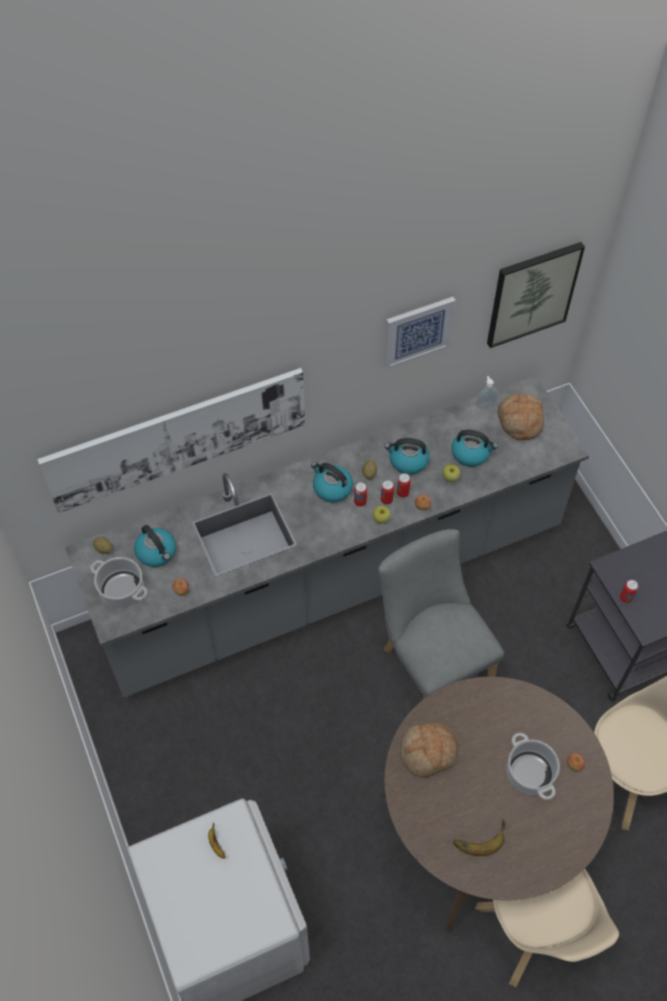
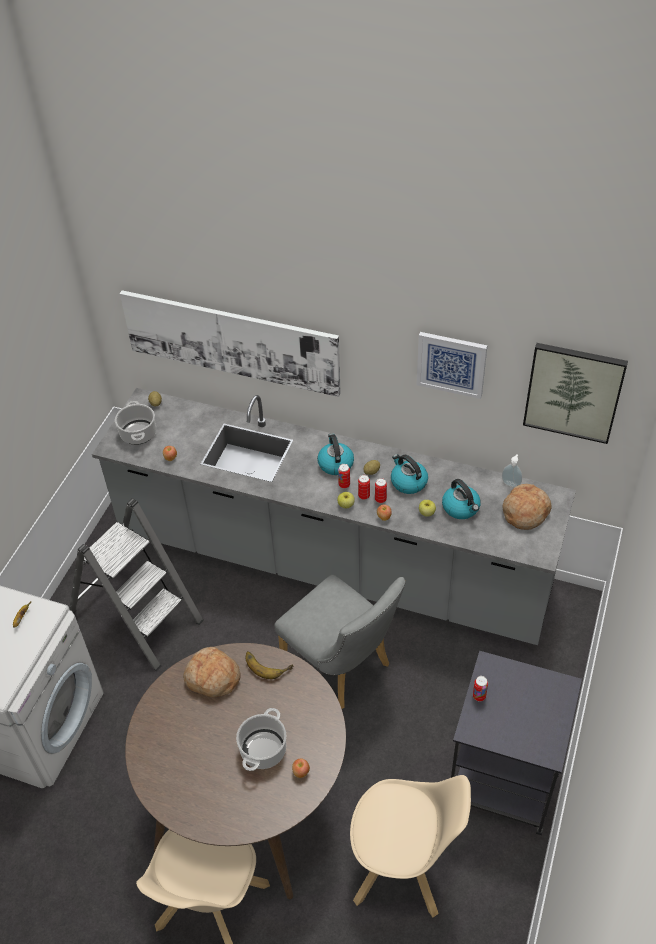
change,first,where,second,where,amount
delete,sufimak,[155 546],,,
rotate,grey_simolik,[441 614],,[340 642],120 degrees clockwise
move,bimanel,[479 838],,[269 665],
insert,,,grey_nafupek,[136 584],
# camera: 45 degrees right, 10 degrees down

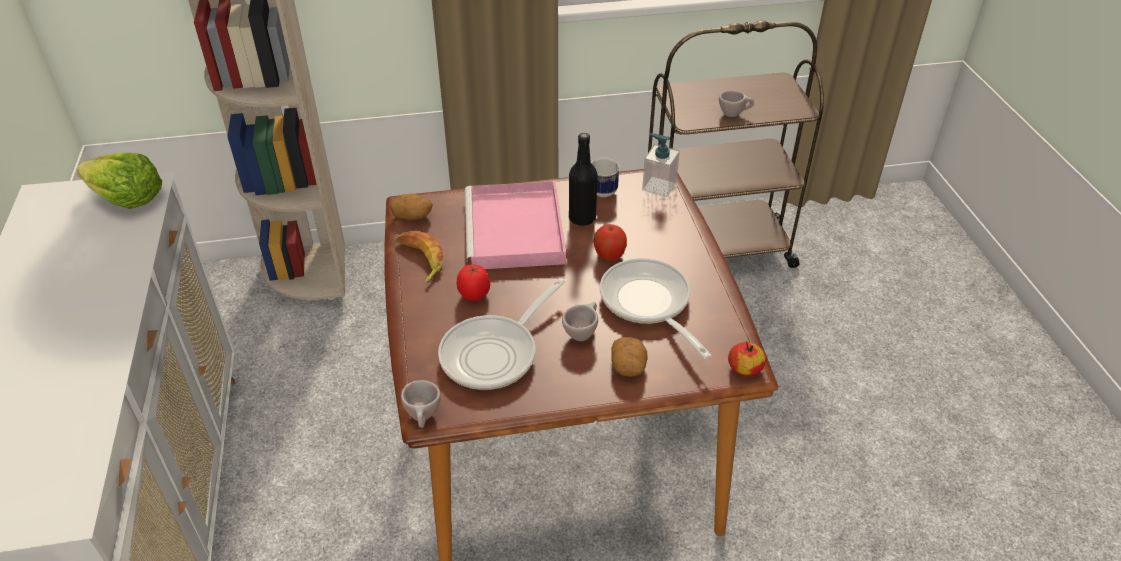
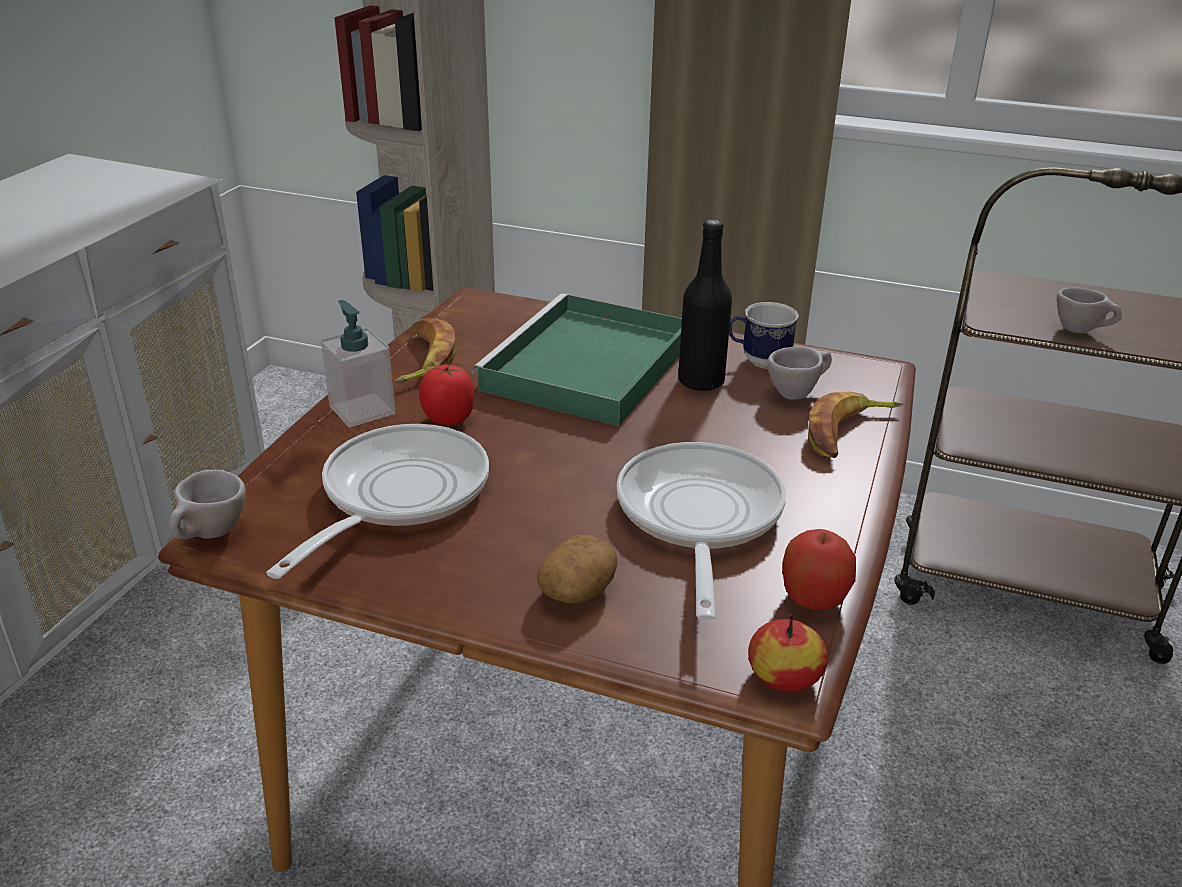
change,first,where,second,where,amount
move,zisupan,[661 165],,[358 363],
delete,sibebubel,[119 181],,,
recolor,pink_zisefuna,[515 225],green_zisefuna,[577 359],
delete,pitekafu,[411 207],,,
move,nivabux,[610 242],,[819 569],
rotate,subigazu,[501 334],,[377 501],135 degrees clockwise
move,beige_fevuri,[580 321],,[799 373],
insert,,,bimanel,[855 425],
# camera: 30 degrees right, 10 degrees down

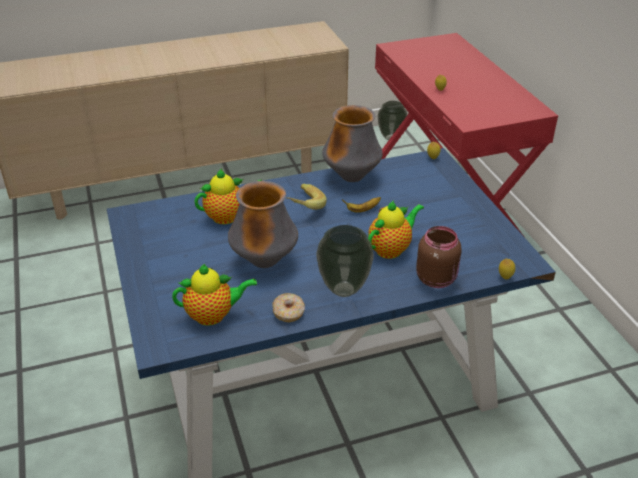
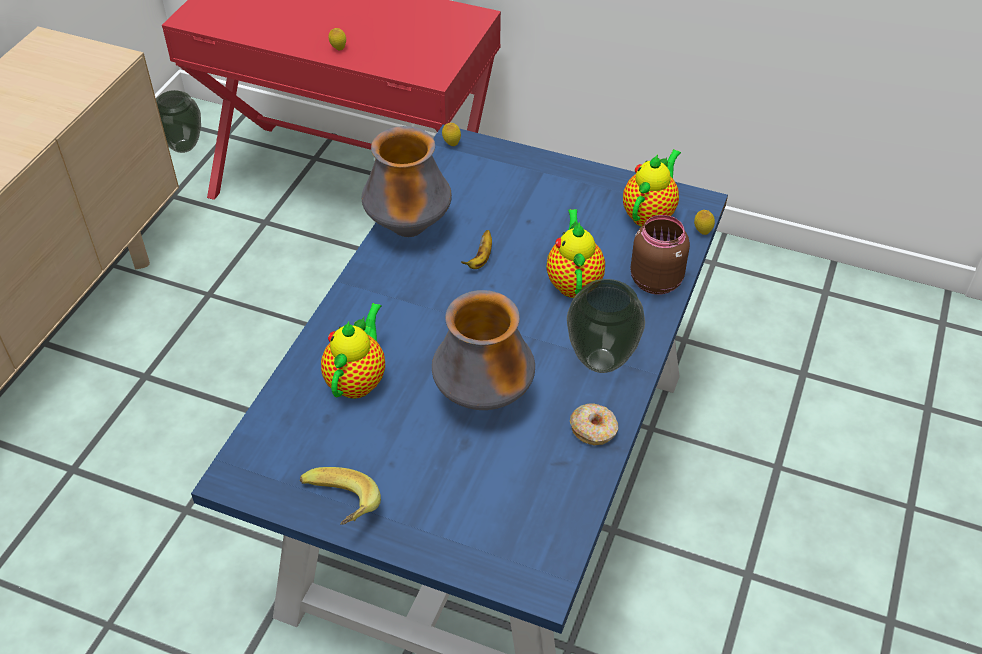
change,first,where,second,where,amount
move,bimanel,[306 197],,[340 496],
move,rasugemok,[214 294],,[652 188],
# camera: 50 degrees left, 10 degrees up

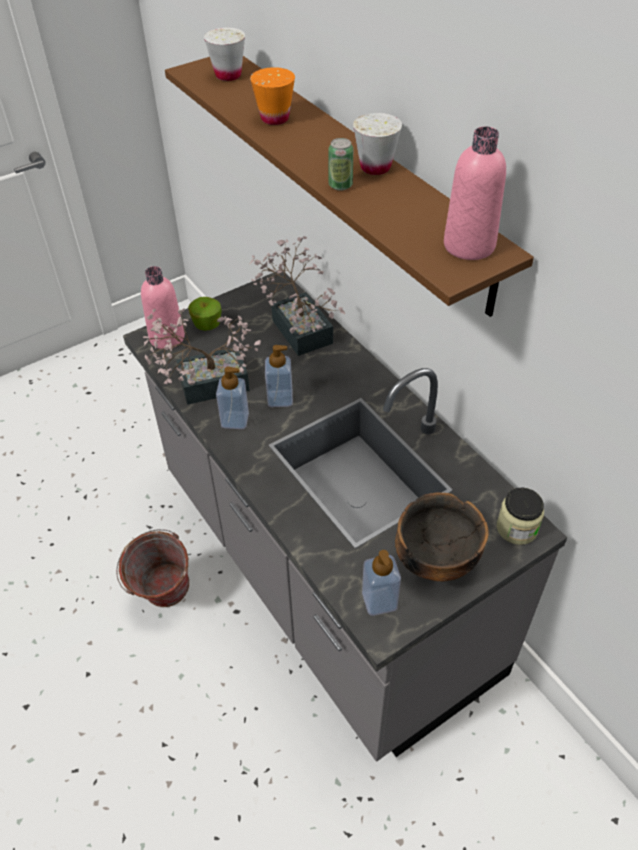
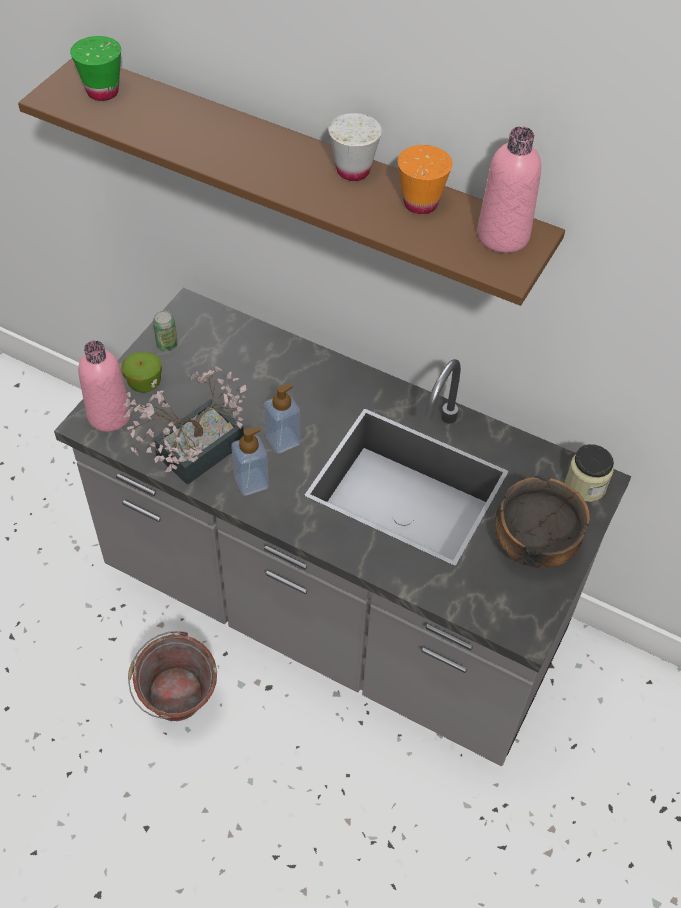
change,first,where,second,where,amount
recolor,white_fevuri,[224 54],green_fevuri,[95 68],
move,orange_fevuri,[272 96],,[425 179],
move,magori,[340 164],,[165 331],
delete,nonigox,[297 296],,,
delete,zisupan,[381 583],,,
# camera: 30 degrees left, 5 degrees up

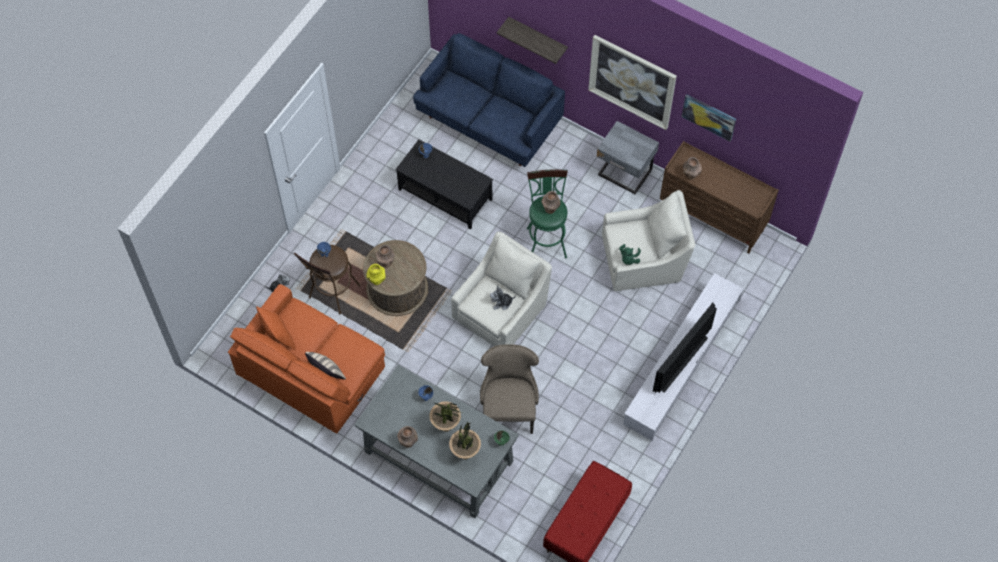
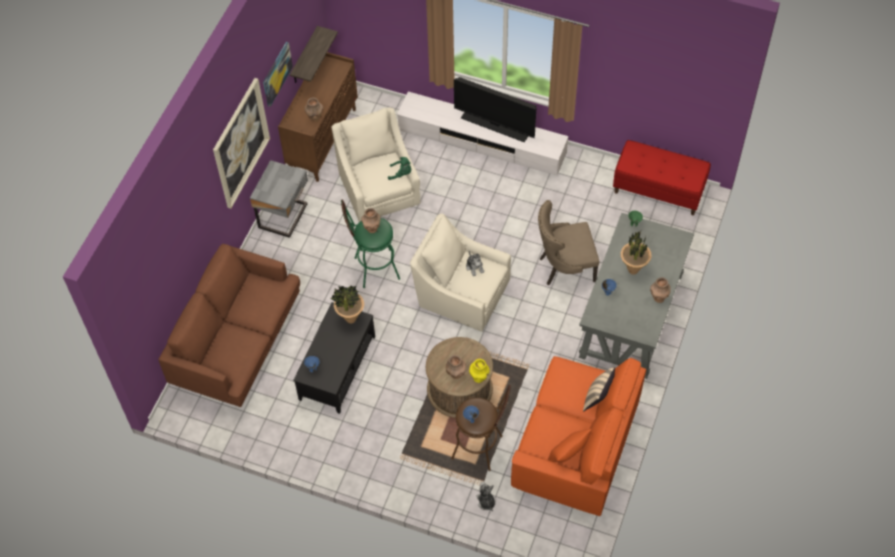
change,first,where,second,where,amount
move,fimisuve,[532 40],,[314 54],
recolor,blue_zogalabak,[489 100],brown_zogalabak,[229 325],
move,nonigox,[465 440],,[347 305],
# camera: 100 degrees left, 5 degrees down

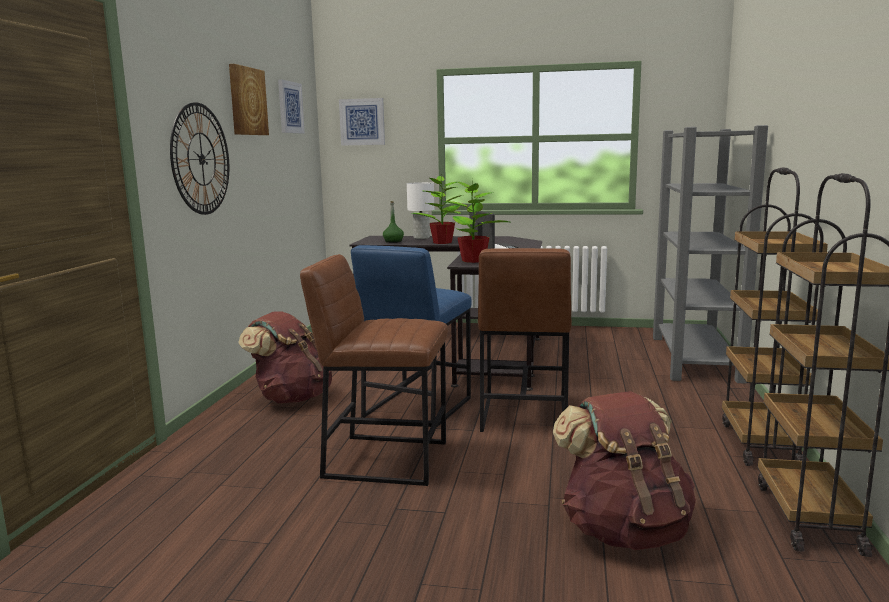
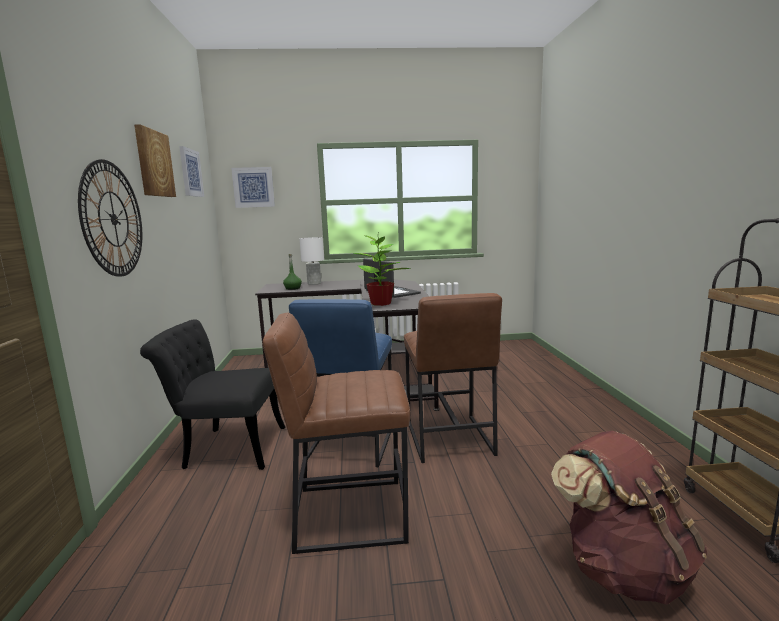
change,first,where,second,where,amount
delete,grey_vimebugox,[710 254],,,
delete,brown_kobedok,[775 316],,,
delete,nonigox,[437 209],,,
replace,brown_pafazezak,[285 357],black_simolik,[212 394],
# camera: 15 degrees left, 0 degrees up

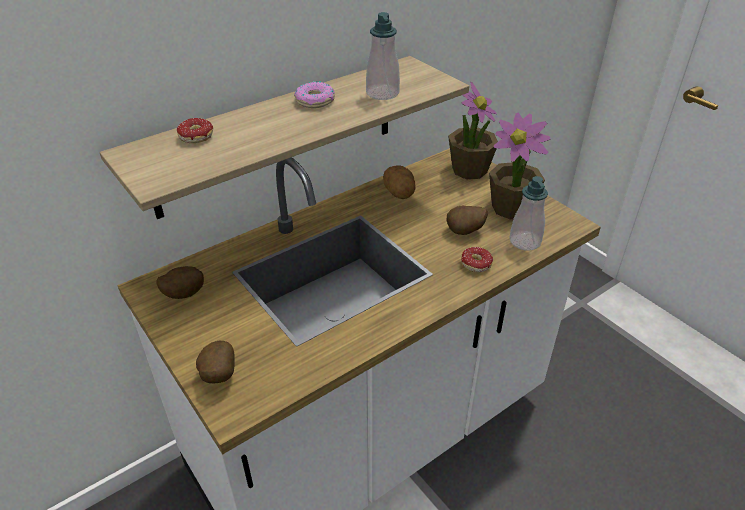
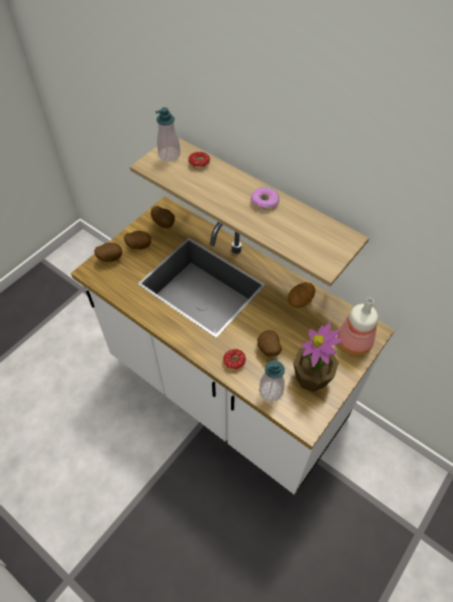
change,first,where,second,where,amount
move,zisupan,[383 56],,[168 134],
replace,nonigox,[473 130],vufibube,[357 326],
insert,,,pitekafu,[137 240],
# camera: 75 degrees right, 15 degrees up

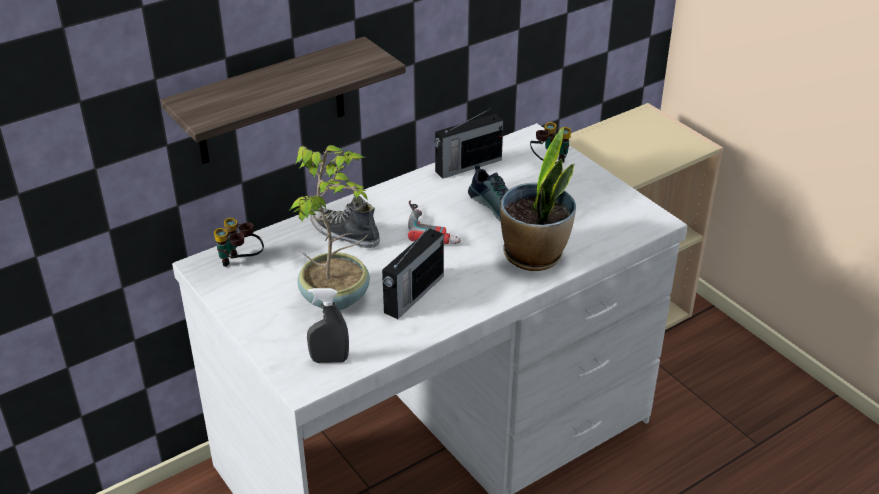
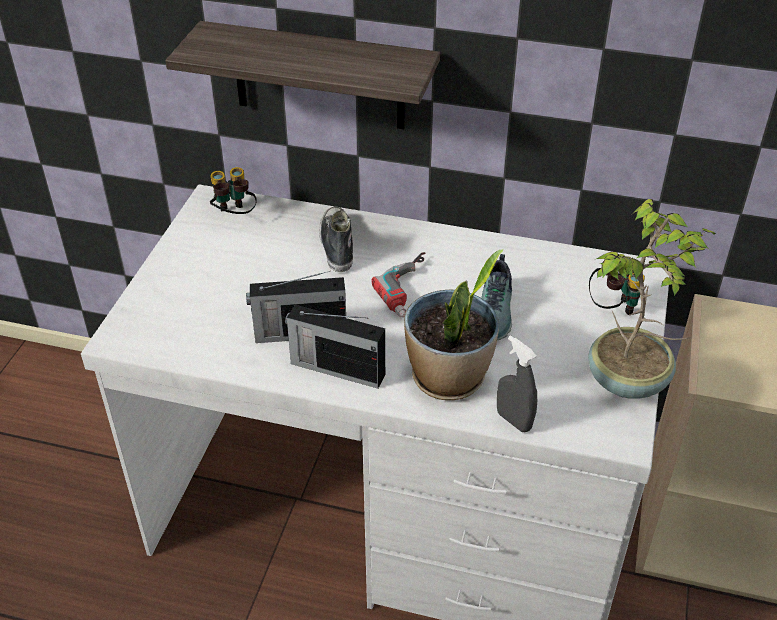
change,first,where,second,where,amount
move,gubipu,[468 143],,[335 347],
move,nonigox,[330 227],,[652 298],
move,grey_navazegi,[328 325],,[517 383],
# camera: 50 degrees right, 5 degrees up

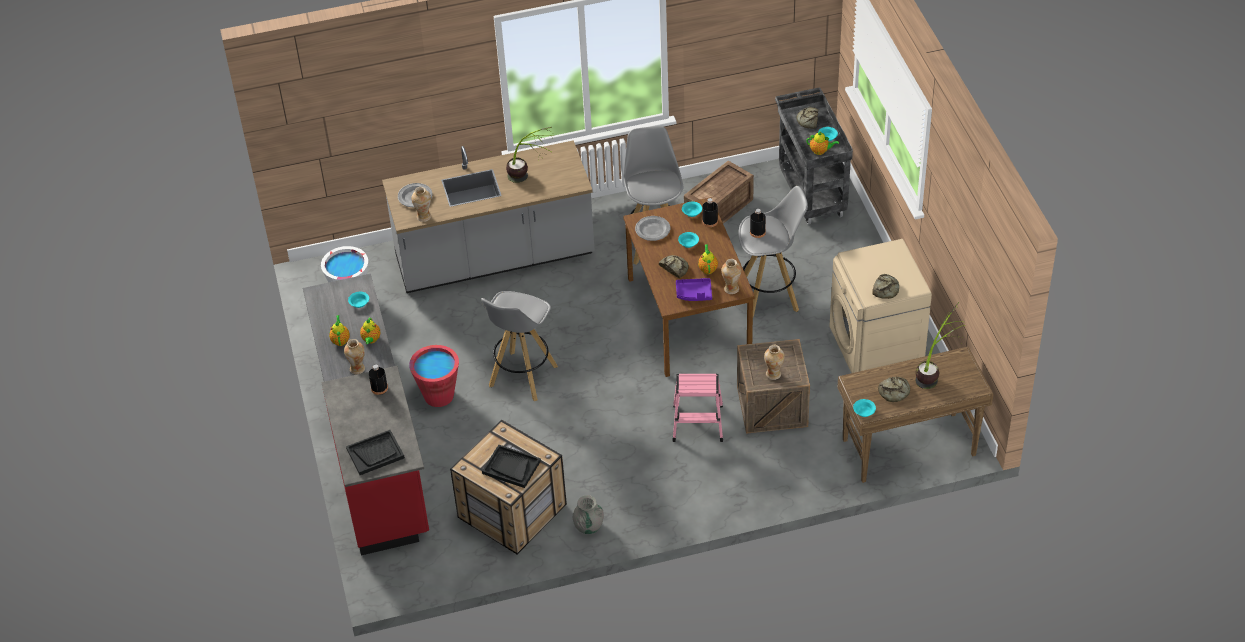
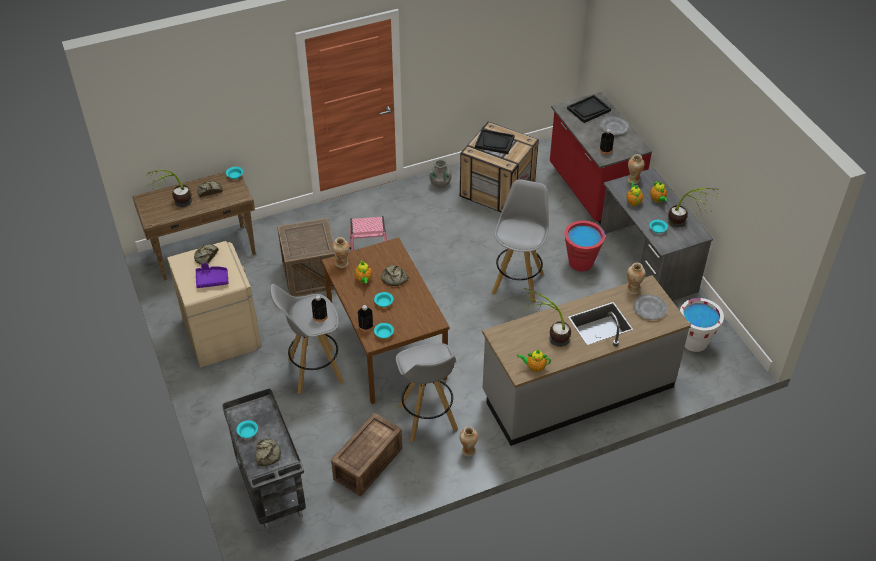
change,first,where,second,where,amount
move,rasugemok,[822 143],,[534 361],
move,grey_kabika,[652 228],,[614 125],
move,purple_zisefuna,[694 289],,[212 275],
move,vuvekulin,[774 362],,[469 441],
insert,,,nonigox,[693 208],
# camera: 170 degrees right, 0 degrees up

